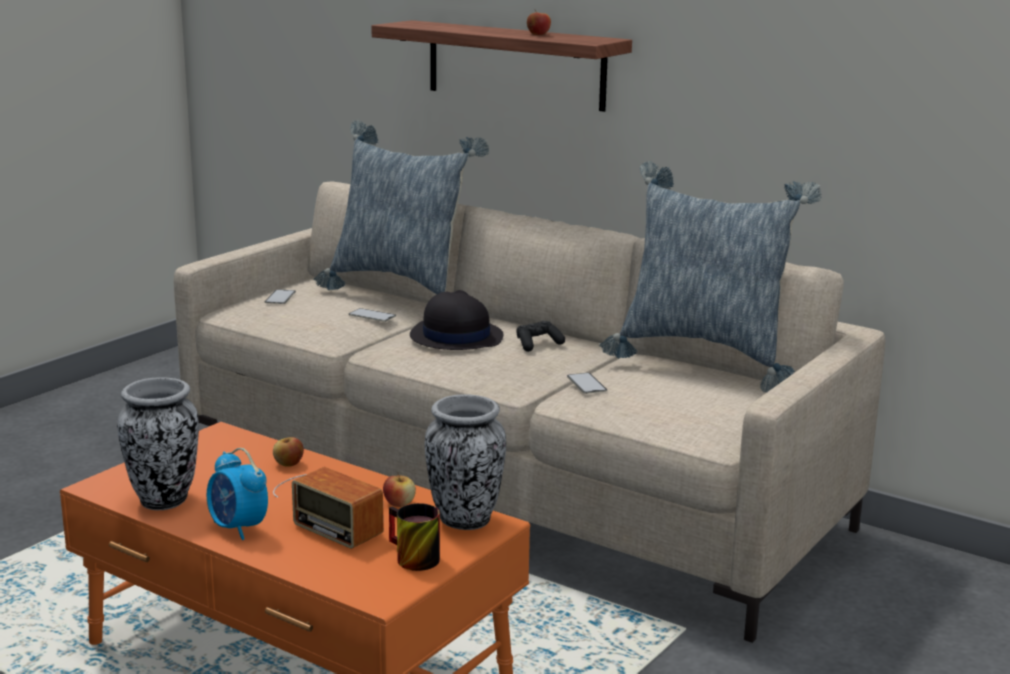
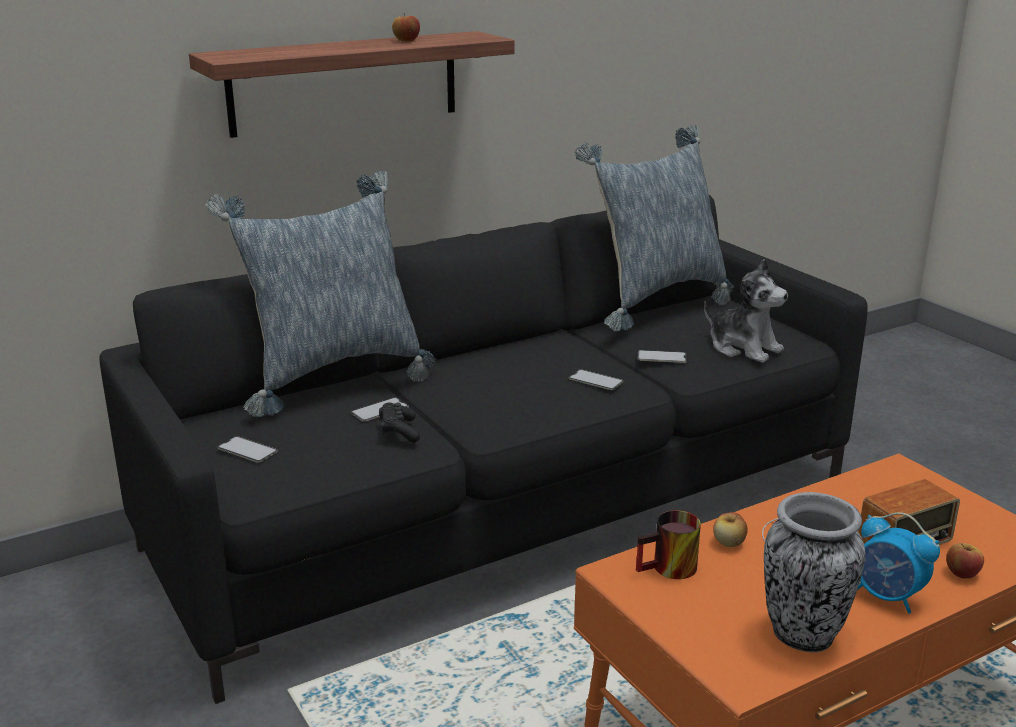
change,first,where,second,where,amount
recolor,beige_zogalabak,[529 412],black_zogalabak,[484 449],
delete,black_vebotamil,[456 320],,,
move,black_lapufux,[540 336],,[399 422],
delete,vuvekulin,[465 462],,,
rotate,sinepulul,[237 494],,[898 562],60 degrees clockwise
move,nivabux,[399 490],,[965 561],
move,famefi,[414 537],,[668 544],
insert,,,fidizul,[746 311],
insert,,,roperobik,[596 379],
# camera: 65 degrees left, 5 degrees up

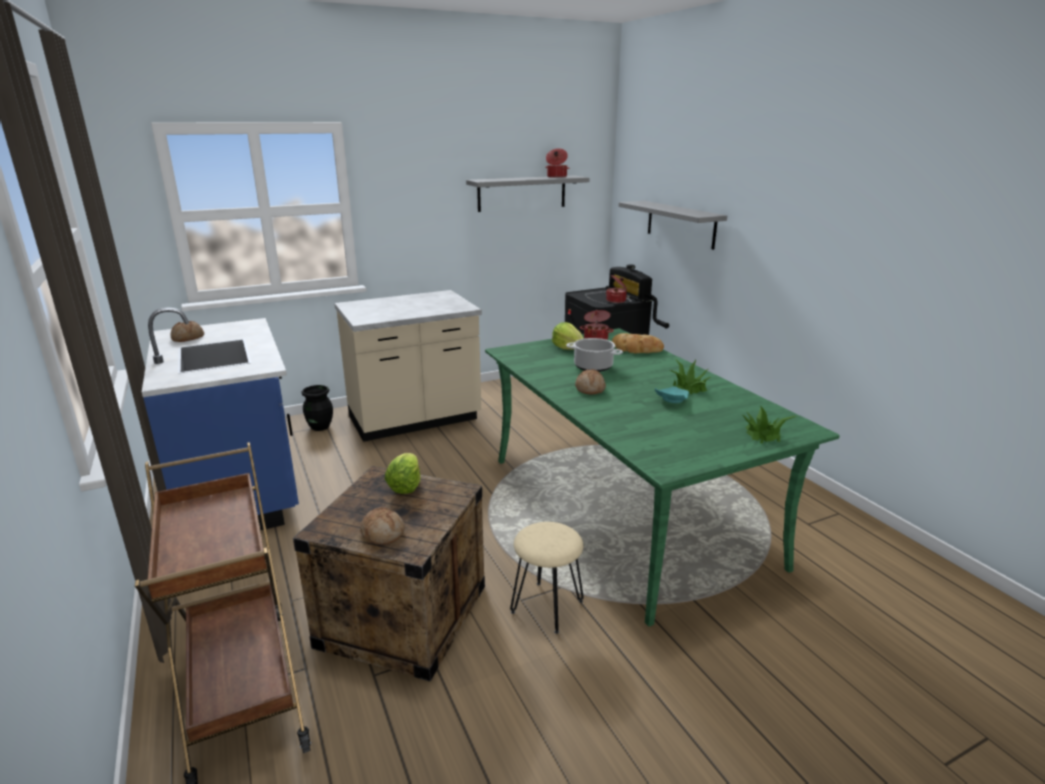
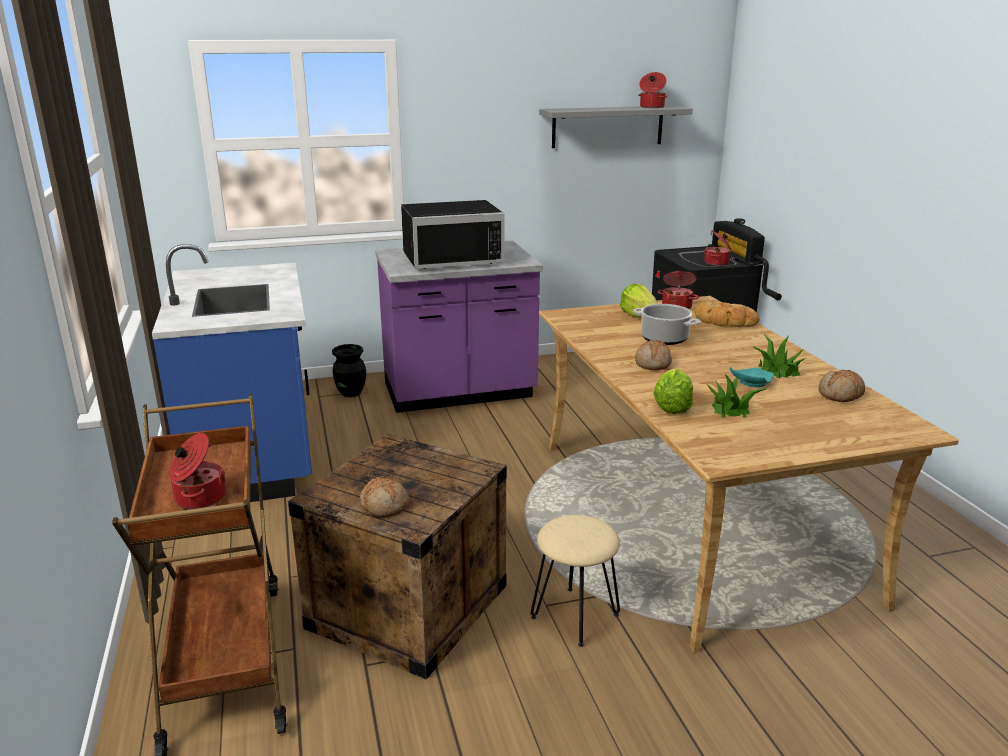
change,first,where,second,where,amount
delete,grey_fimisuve,[673 225],,,
recolor,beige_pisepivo,[408 366],purple_pisepivo,[459 327],
move,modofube,[187 331],,[842 386],
recolor,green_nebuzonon,[662 477],beige_nebuzonon,[749 474],
move,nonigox,[768 424],,[735 396],
move,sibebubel,[402 473],,[673 391],
insert,,,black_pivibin,[453 234],
insert,,,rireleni,[197 471],
# camera: 10 degrees right, 0 degrees up

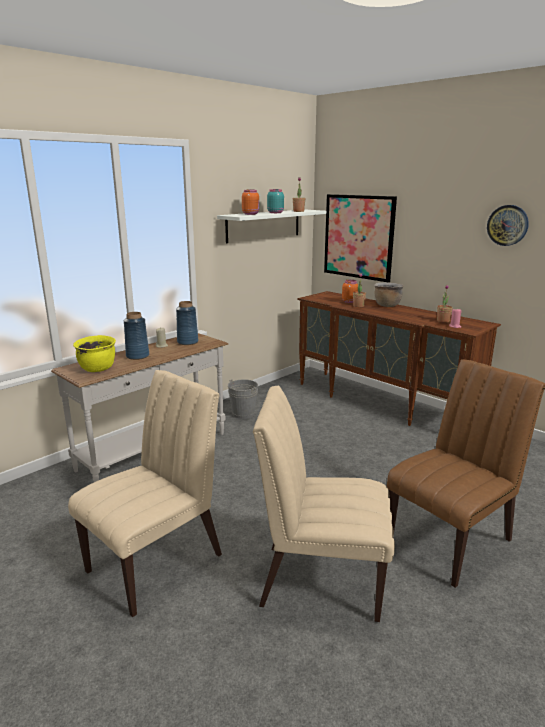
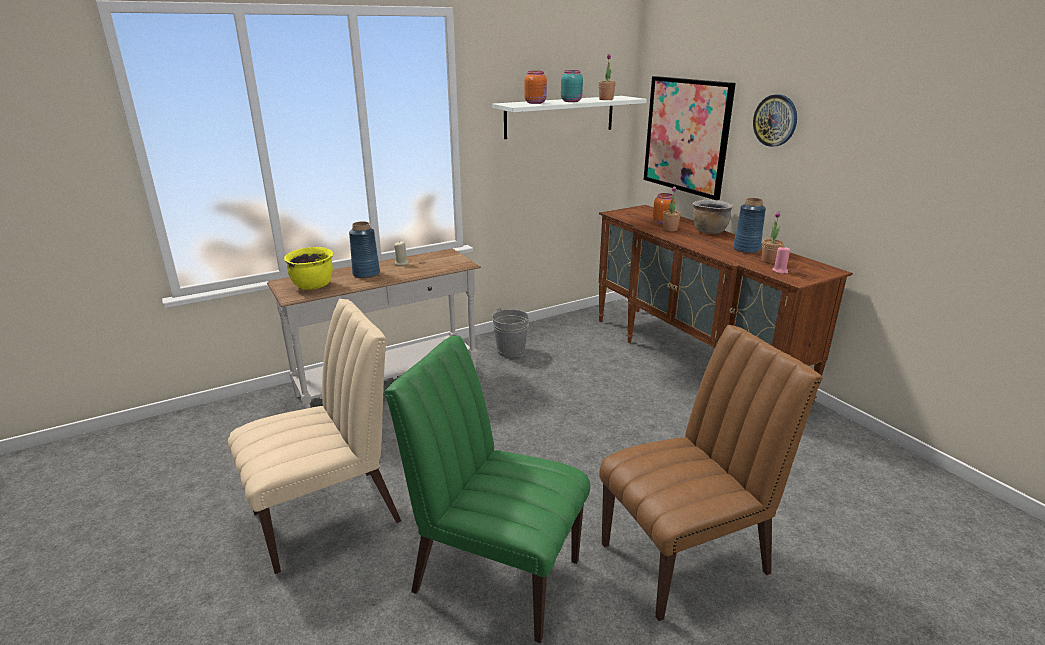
change,first,where,second,where,amount
move,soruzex,[508 225],,[775 120],
move,blue_vuvekulin,[187 323],,[749 225],
recolor,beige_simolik,[324 504],green_simolik,[487 489],
# camera: 15 degrees right, 5 degrees up

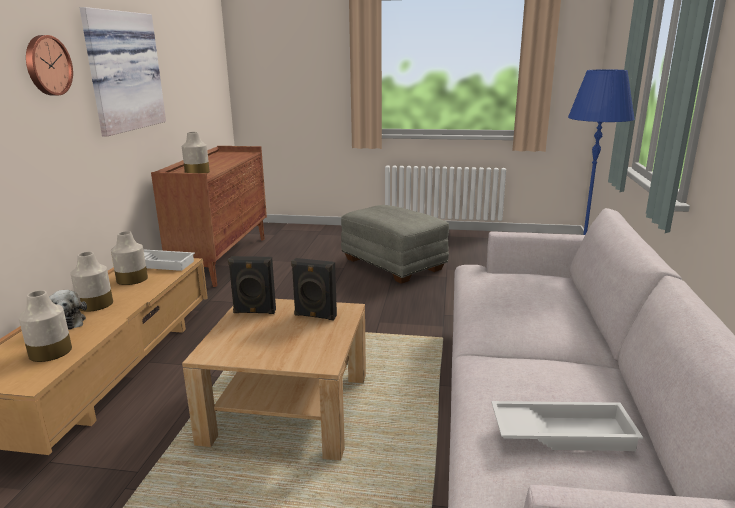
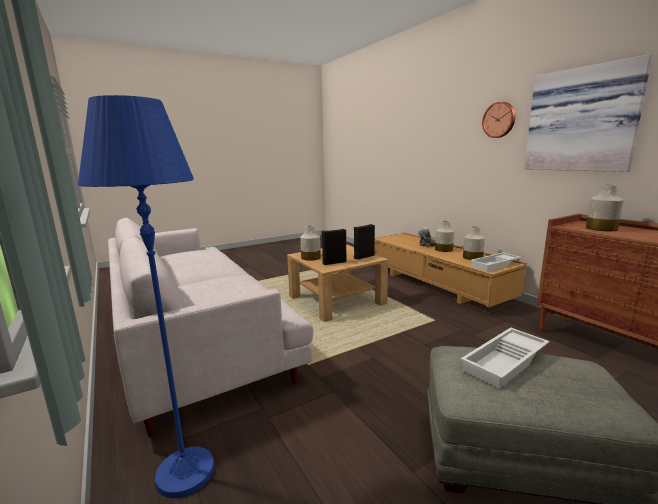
change,first,where,second,where,amount
move,beige_vuvekulin,[45 326],,[310 243],
move,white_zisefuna,[567 426],,[505 358],
# camera: 140 degrees right, 5 degrees down

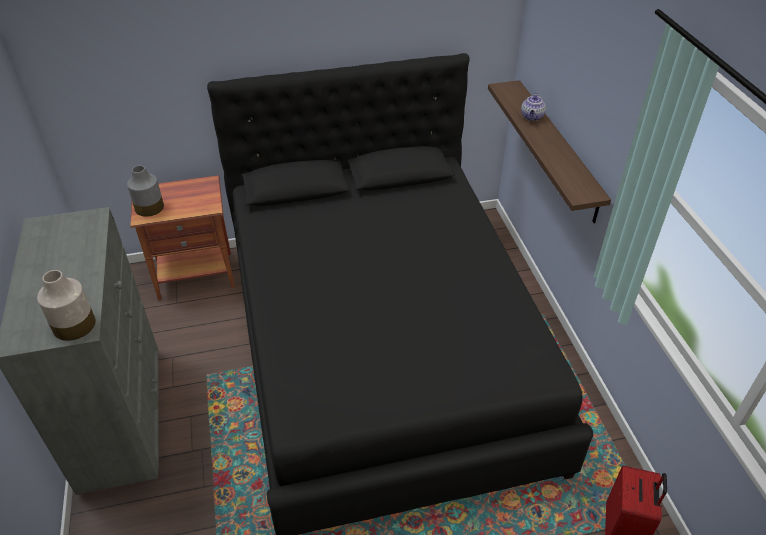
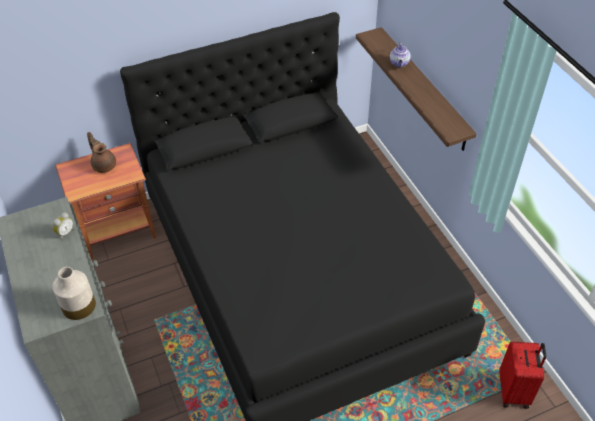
change,first,where,second,where,amount
delete,grey_vuvekulin,[145 191],,,
insert,,,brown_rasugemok,[101 152],
insert,,,sinepulul,[63 226],
# camera: 10 degrees left, 5 degrees up

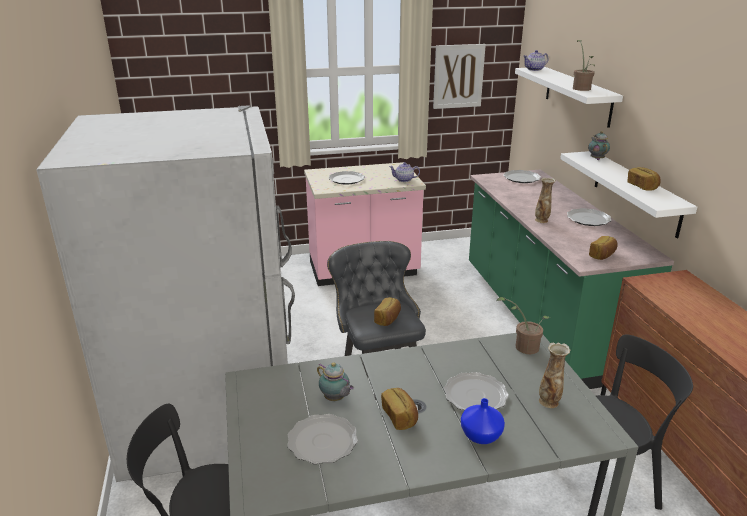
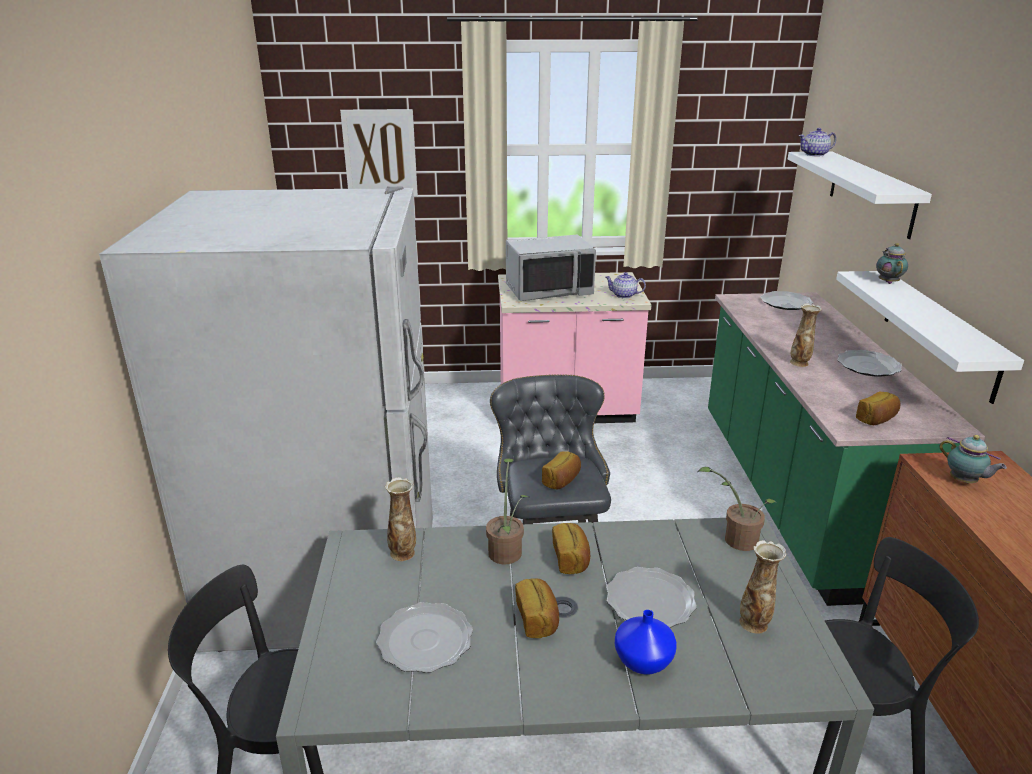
change,first,where,second,where,amount
move,nonigox,[584 65],,[507 511],
move,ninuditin,[459 76],,[379 152],
move,modofube,[644 179],,[571 548],
replace,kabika,[347 178],grey_pivibin,[551 267],
move,rasugemok,[335 381],,[973 459],
insert,,,vuvekulin,[400 519],
# camera: 10 degrees right, 0 degrees up

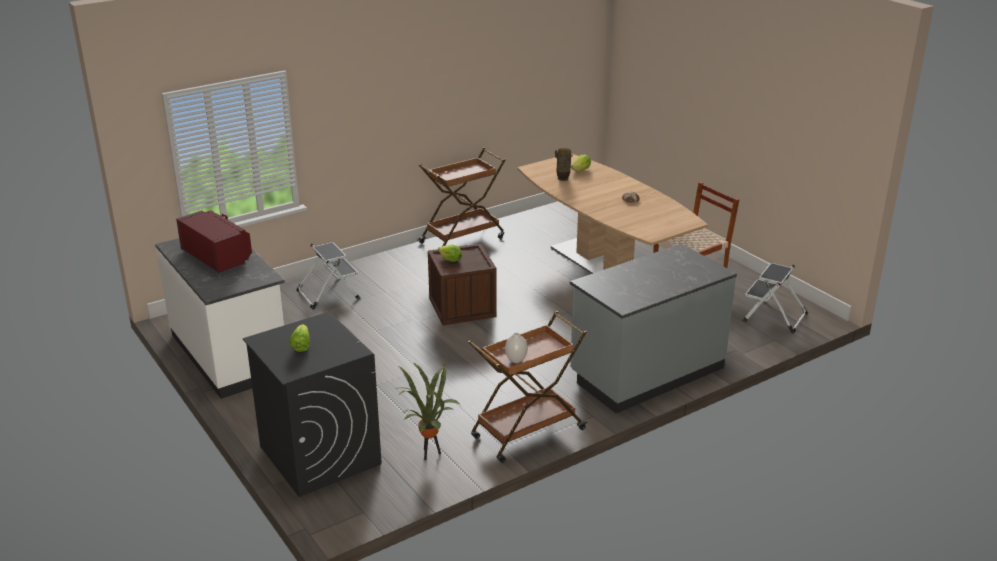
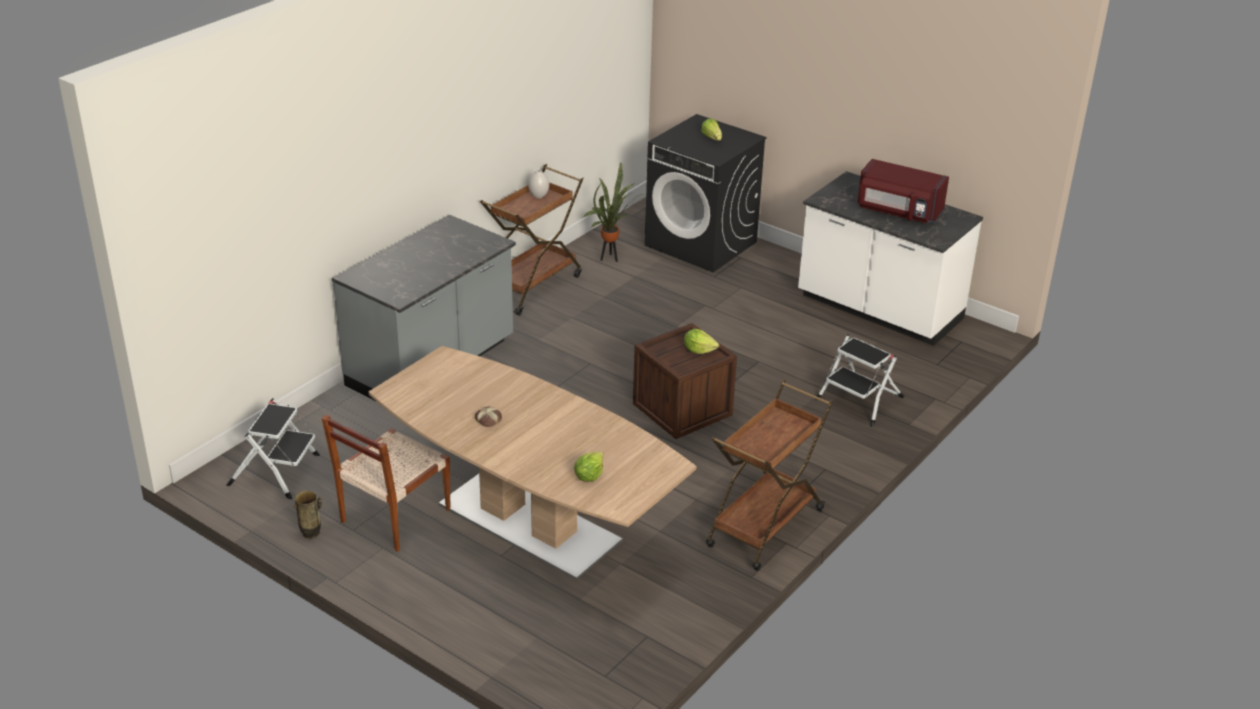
change,first,where,second,where,amount
move,vuvekulin,[564 164],,[307 515],
# camera: 160 degrees right, 5 degrees up

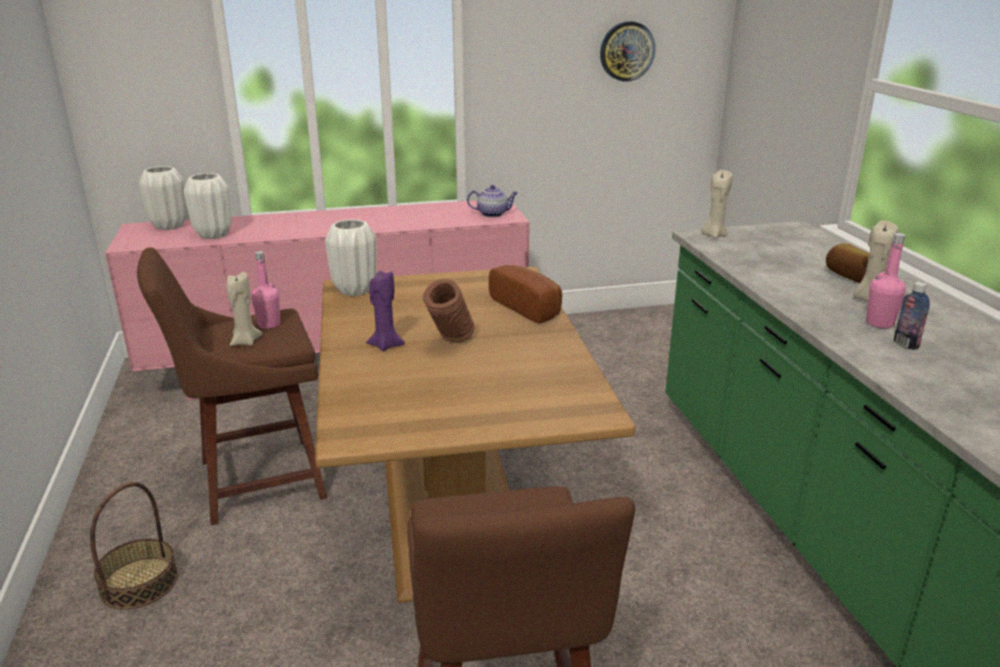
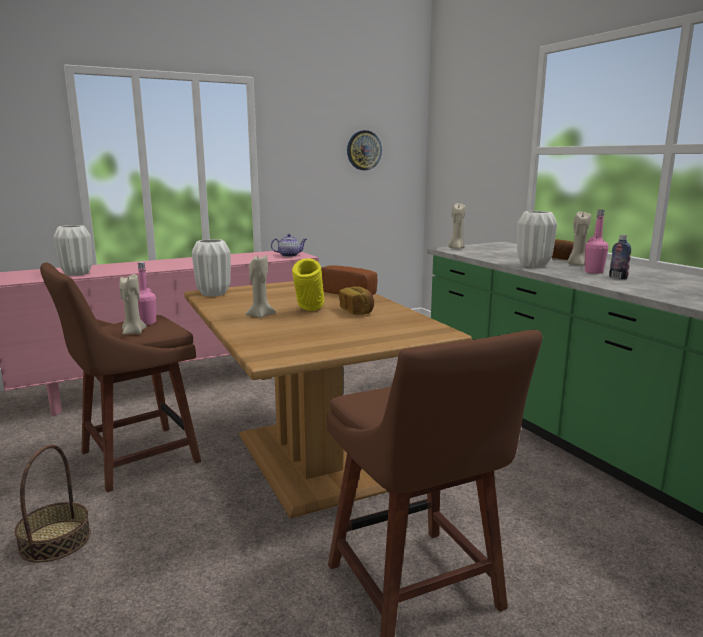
change,first,where,second,where,amount
move,white_vuvekulin,[163 198],,[537 239],
recolor,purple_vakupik,[385 310],beige_vakupik,[261 286],
recolor,brown_vuvekulin,[448 311],yellow_vuvekulin,[308 284],
insert,,,modofube,[356 300],
# camera: 15 degrees left, 10 degrees down

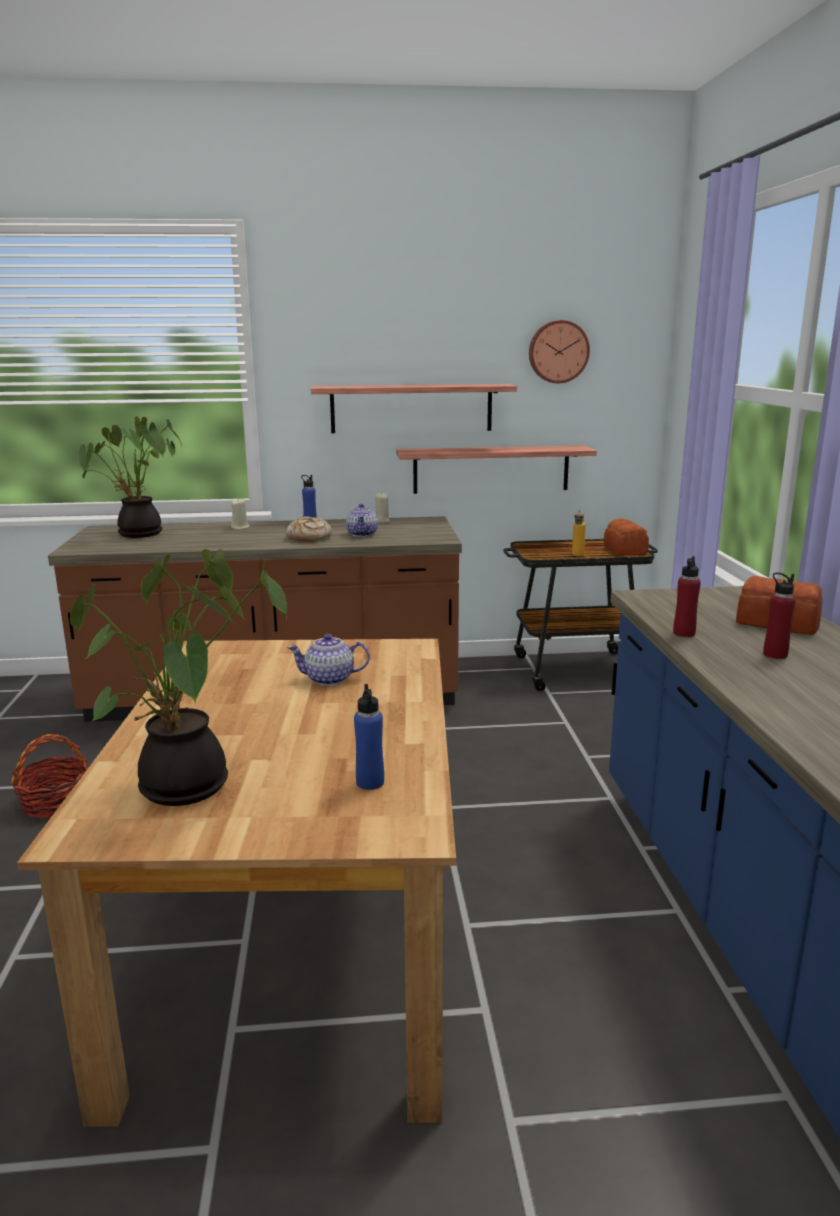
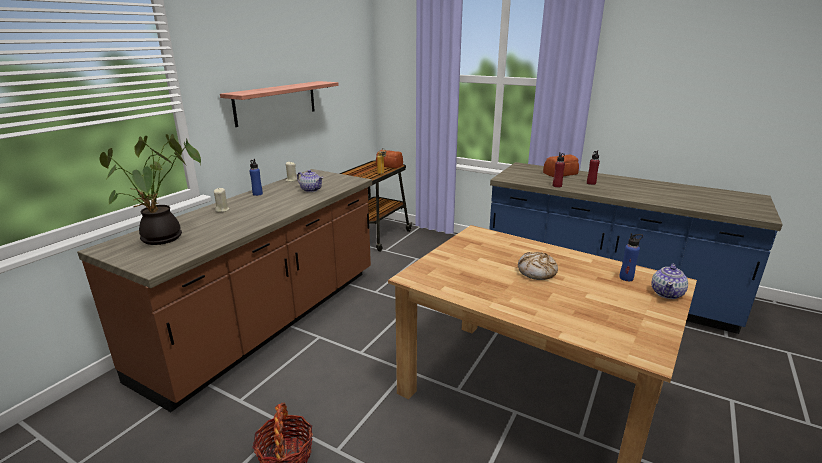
change,first,where,second,where,amount
delete,soruzex,[559 351],,,
delete,fimisuve,[496 469],,,
move,modofube,[309 528],,[538 266],
delete,nonigox,[178 677],,,
move,rasugemok,[328 660],,[670 281],
# camera: 55 degrees left, 5 degrees up

